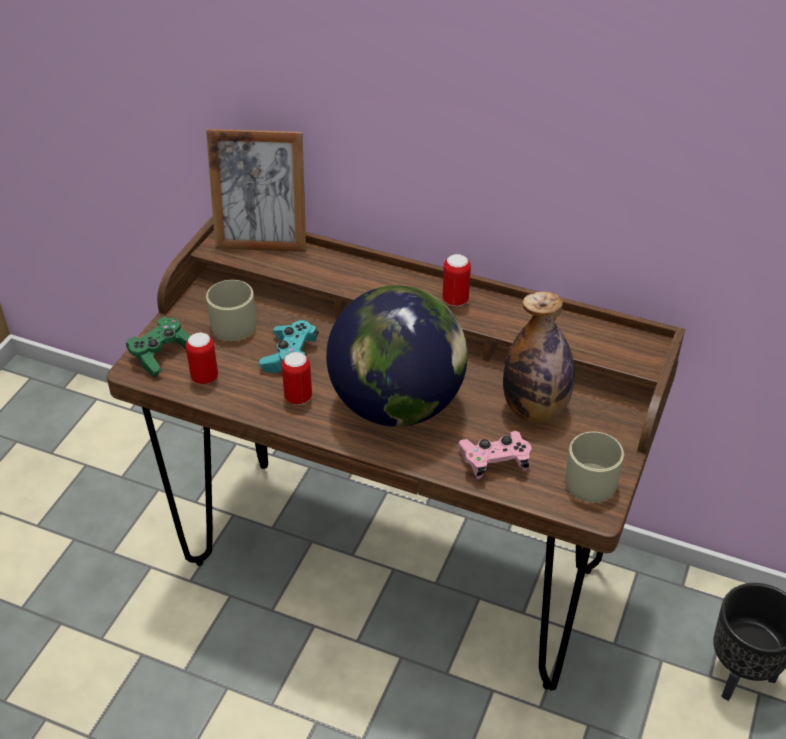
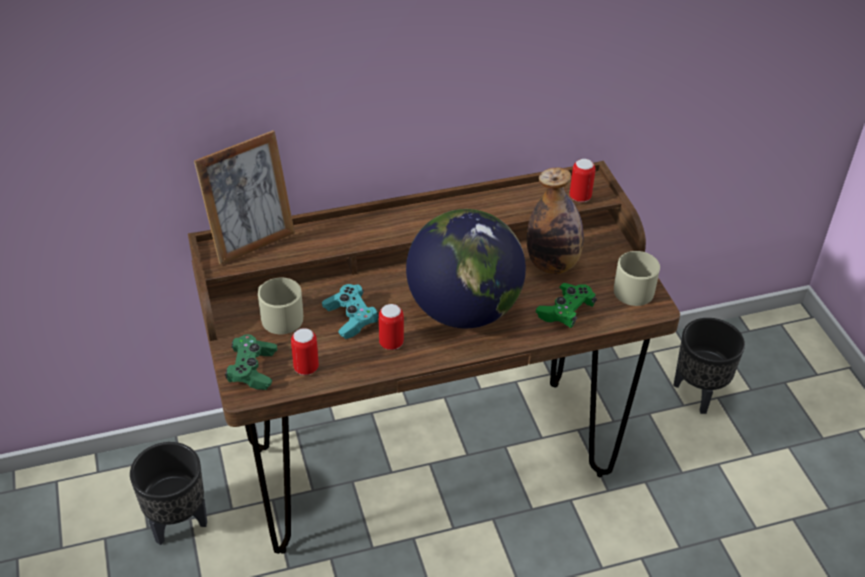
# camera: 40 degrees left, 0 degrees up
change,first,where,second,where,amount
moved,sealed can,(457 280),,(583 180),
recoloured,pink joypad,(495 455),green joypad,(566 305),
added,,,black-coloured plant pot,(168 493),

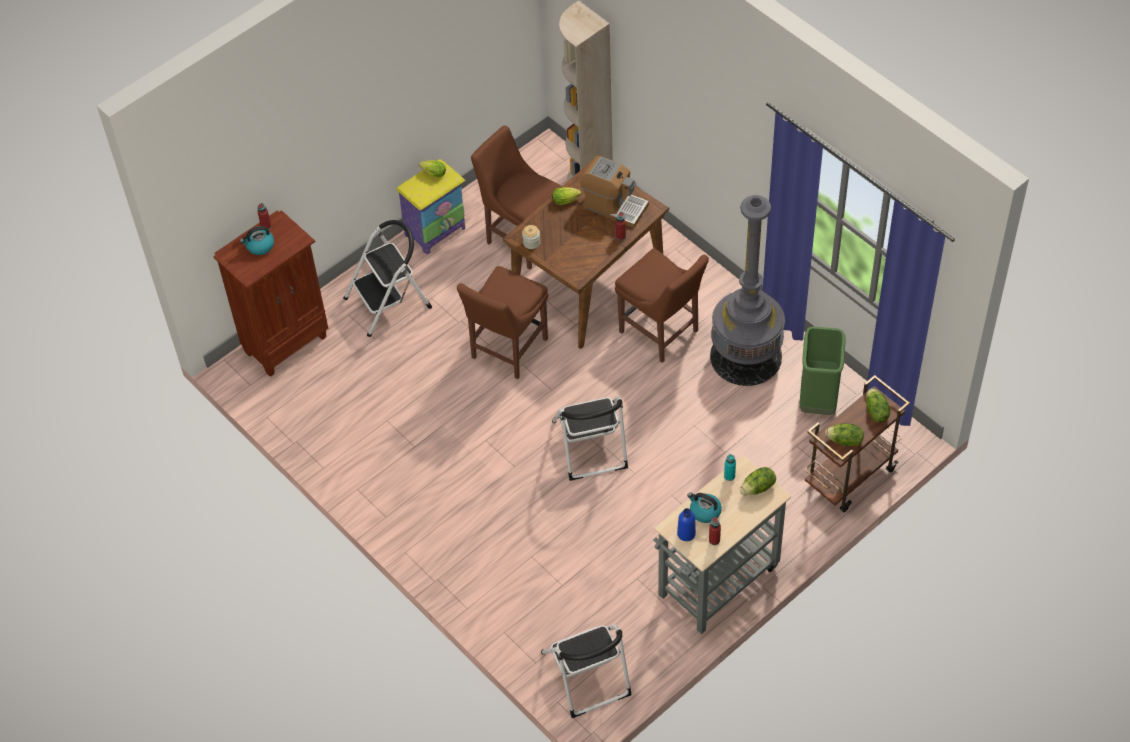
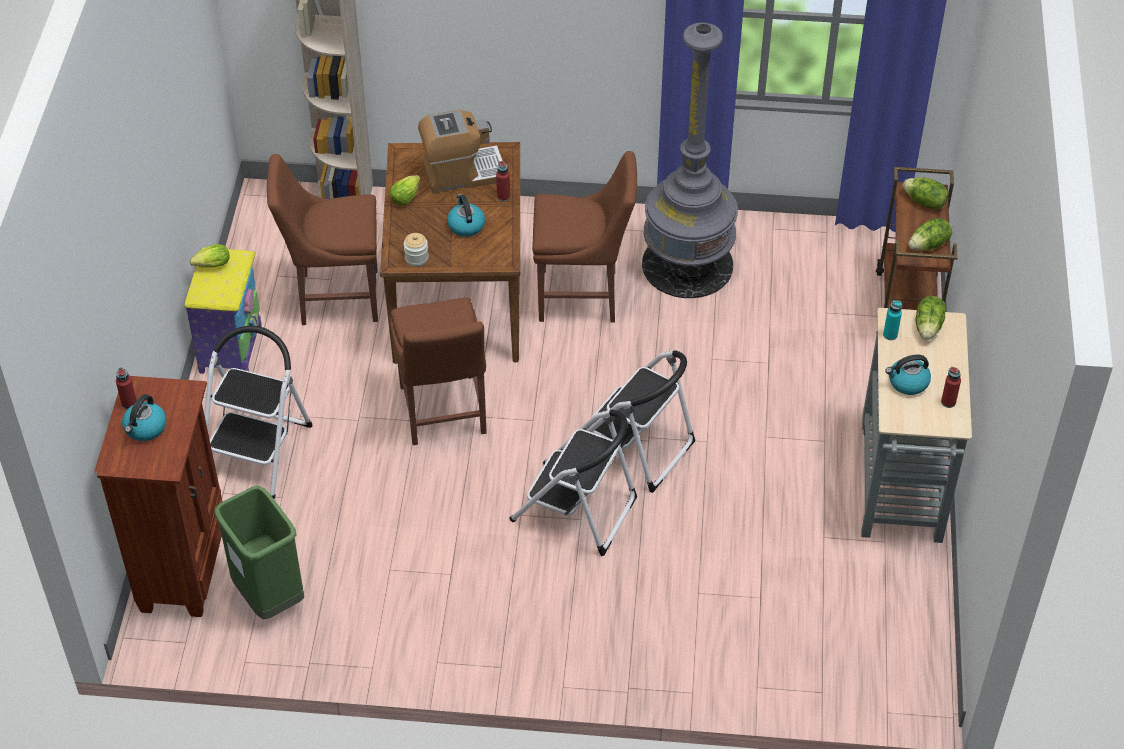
# camera: 45 degrees left, 5 degrees down
change,first,where,second,where,amount
moved,step stool,(586 671),,(573 483),
removed,blue-coloured bottle,(686 524),,,
moved,green rubbish bin,(822 370),,(259 552),
added,,,tea kettle,(466 215),

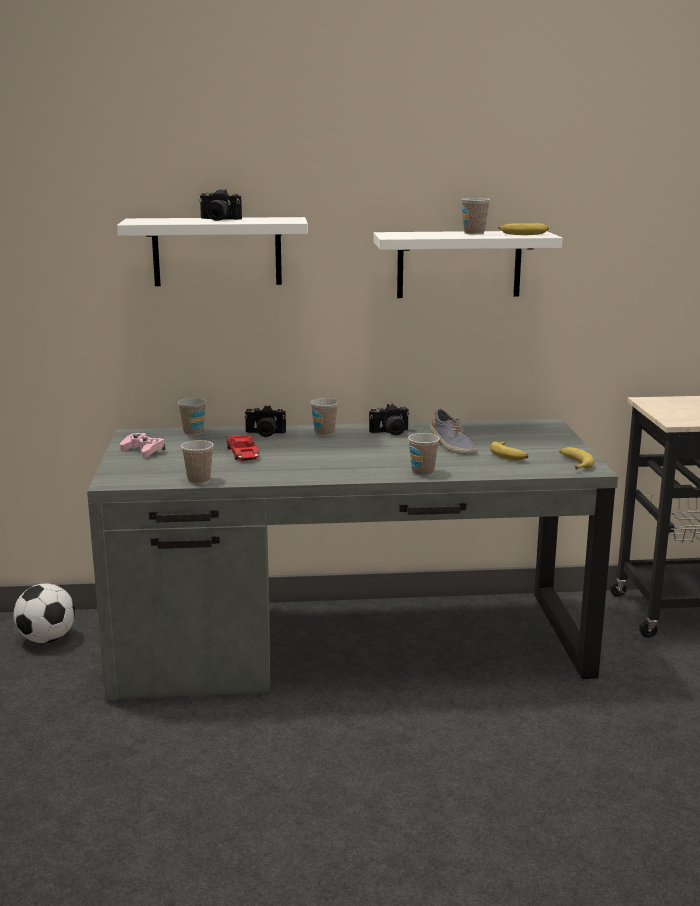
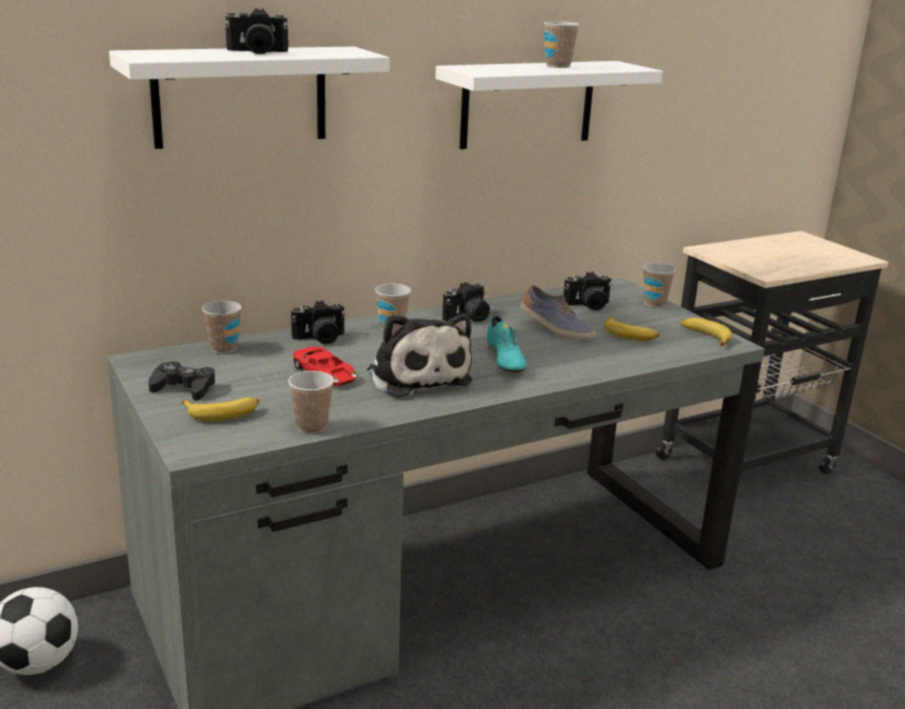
# camera: 25 degrees left, 5 degrees up
change,first,where,second,where,amount
recoloured,pink joypad,(142 445),black-coloured joypad,(181 381),
moved,drinking cup,(424 454),,(659 285),
moved,whole banana,(523 229),,(220 410),
added,,,plush toy,(419 355),
added,,,blue-green shoe,(507 344),
added,,,still camera,(587 291),

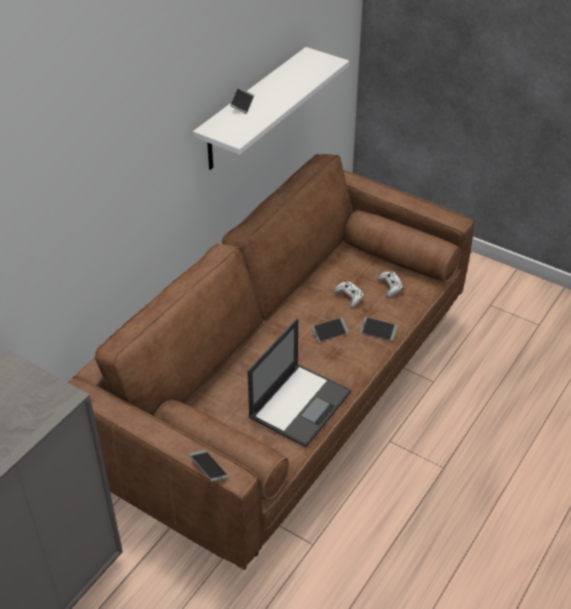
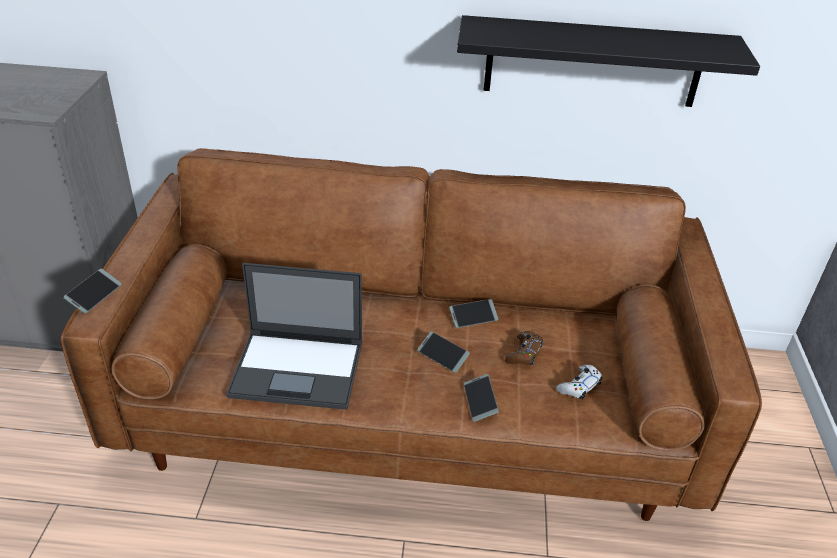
# camera: 60 degrees right, 5 degrees down
change,first,where,second,where,amount
recoloured,white-coloured shelf,(271 108),black-coloured shelf,(608 61),
moved,phone,(242 100),,(473 313),
recoloured,white-coloured joypad,(349 294),brown joypad,(524 348),

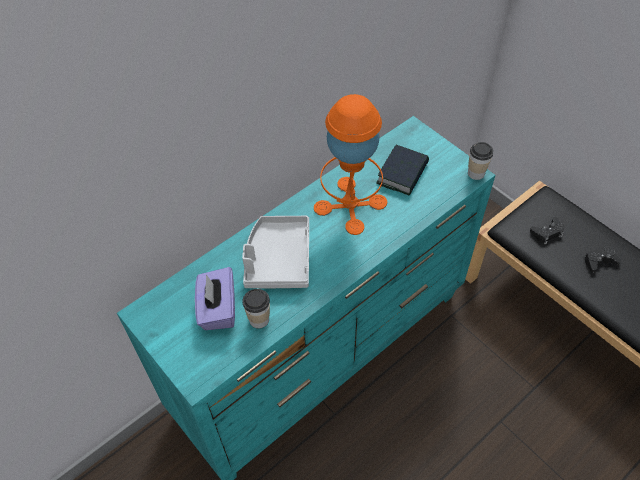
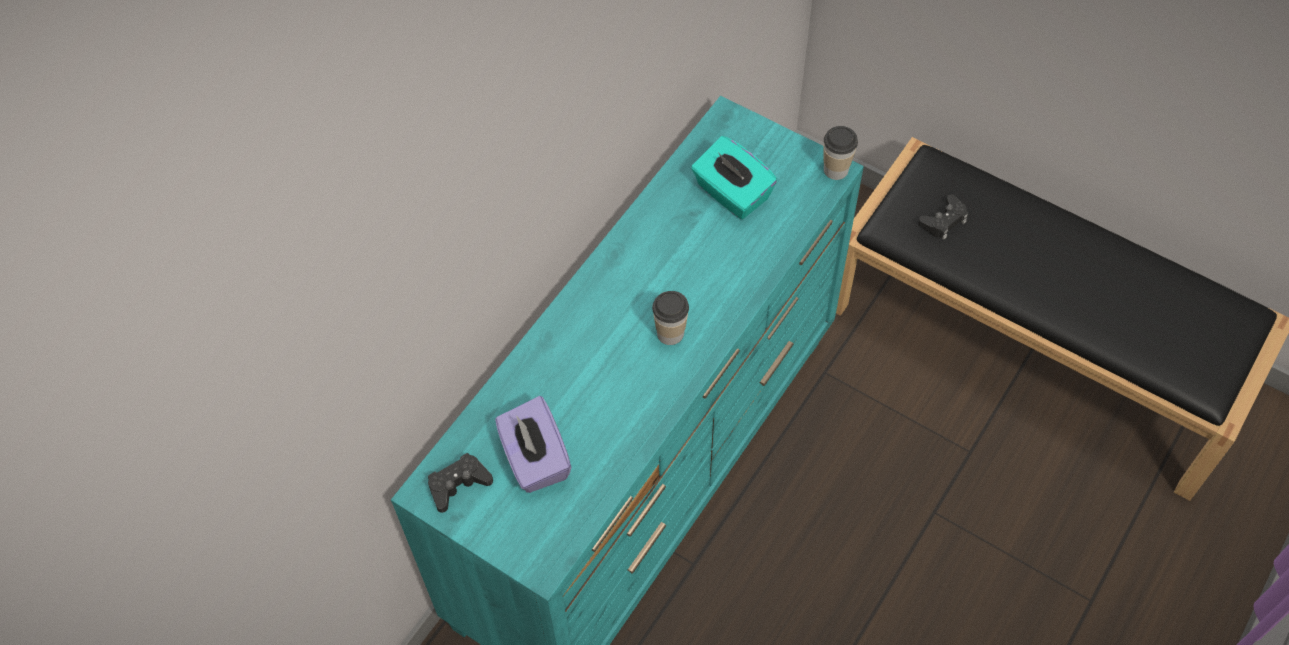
# camera: 15 degrees left, 5 degrees up
change,first,where,second,where,amount
removed,greyish serving tray,(275 252),,,
moved,drinking cup,(256 309),,(670 318),
removed,orange lamp for a table,(350 164),,,
replaced,book,(402 170),blue-green tissue holder,(734 177),
moved,black-coloured joypad,(603 259),,(460 483),

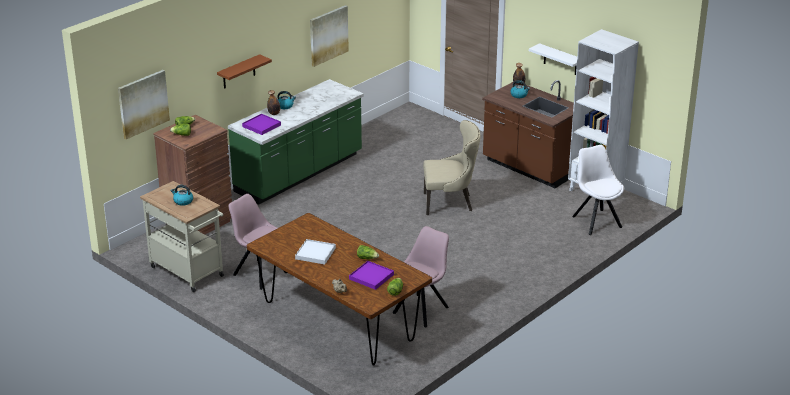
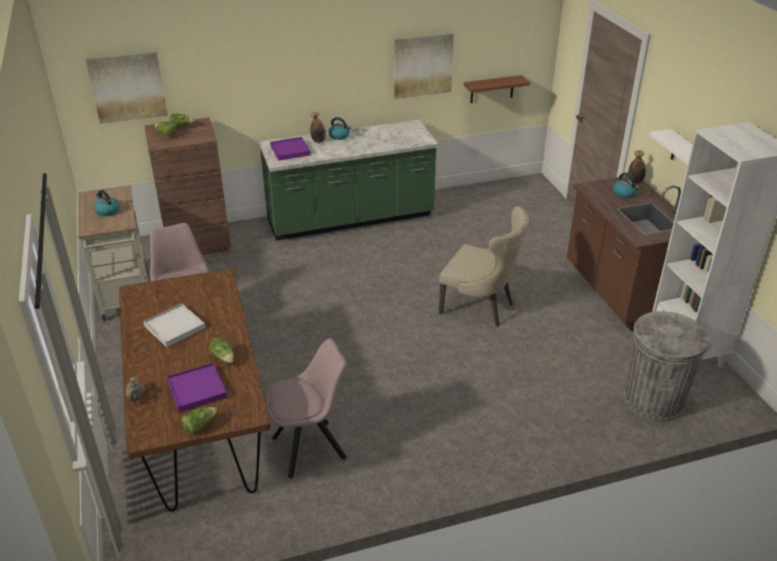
# camera: 30 degrees right, 5 degrees up
change,first,where,second,where,amount
moved,brown shelf,(244 71),,(497 89),
replaced,white-coloured chair,(598 190),greyish rubbish bin,(666 366),

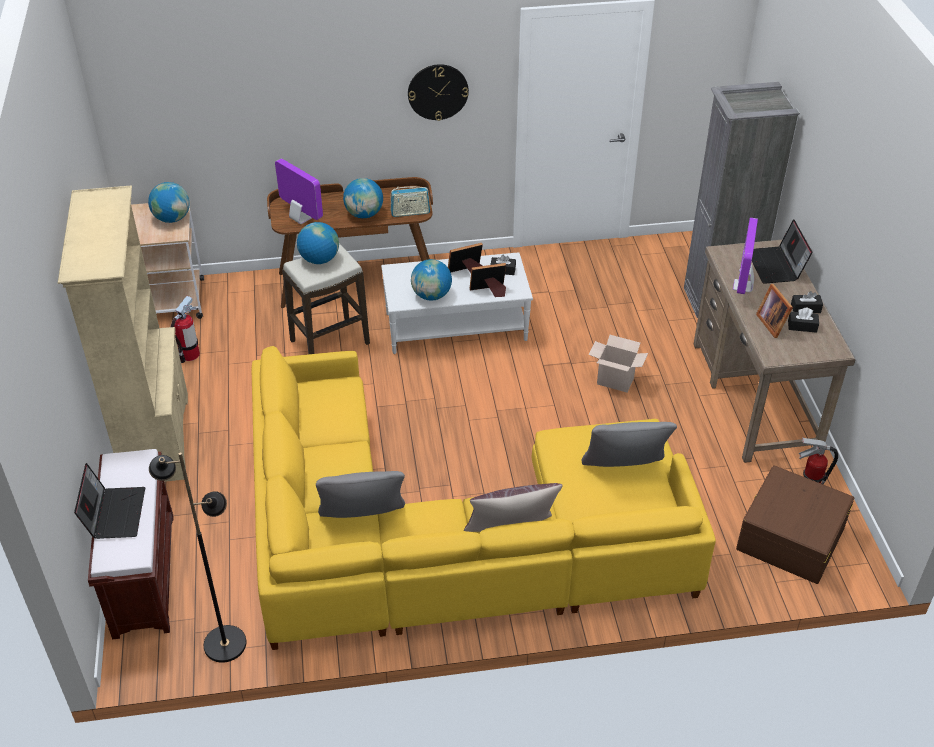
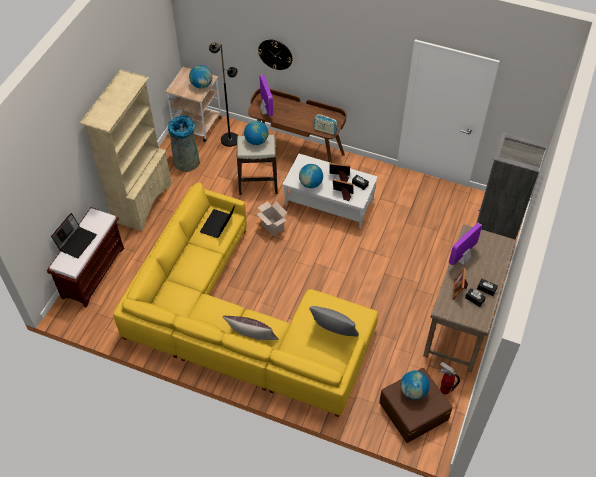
# camera: 30 degrees right, 10 degrees up
change,first,where,second,where,amount
moved,black-coloured standard lamp,(198 557),,(223 95),
replaced,extinguisher,(185 329),greyish rubbish bin,(184 143),
removed,greyish throw pillow,(360 494),,,
moved,globe,(363 198),,(415 385),
moved,wall clock,(438 92),,(275 54),
moved,packing box,(618 363),,(272 218),
moved,portable computer,(782 251),,(217 221),

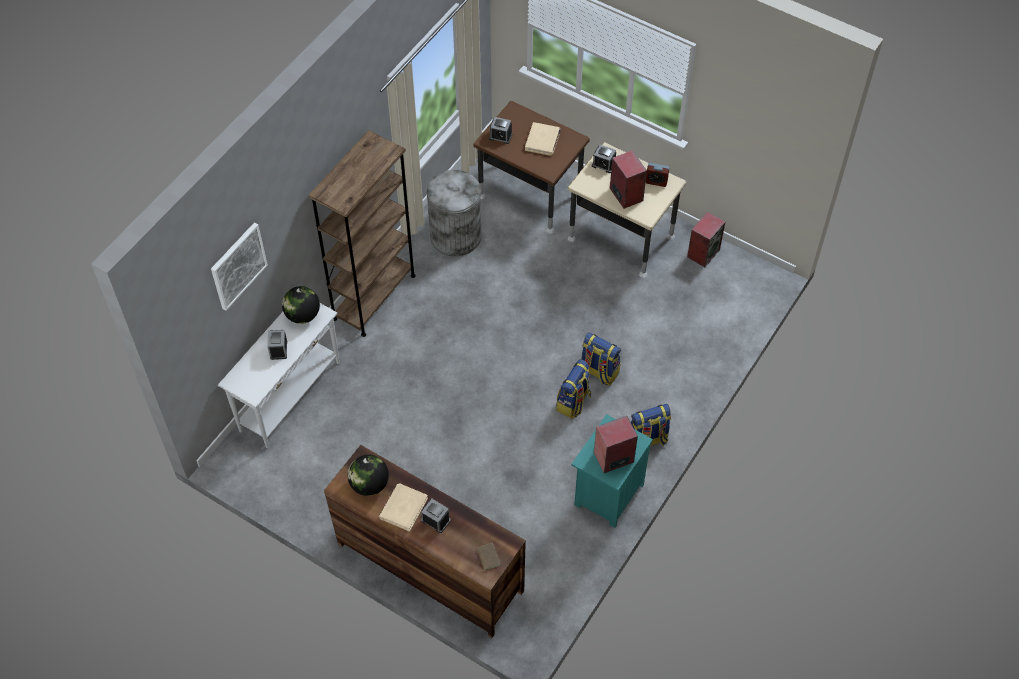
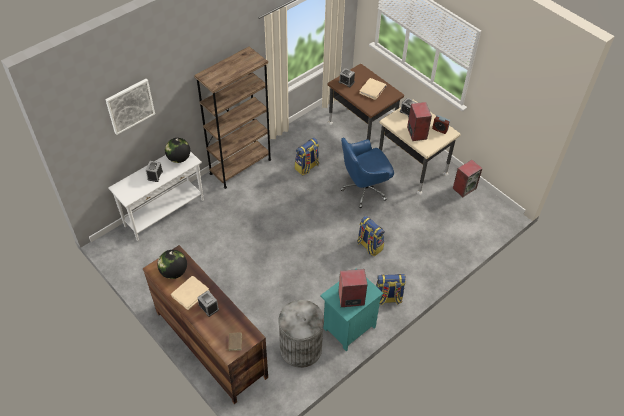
# camera: 15 degrees right, 5 degrees down
change,first,where,second,where,amount
moved,greyish rubbish bin,(454 213),,(301 334),
moved,backpack,(573 389),,(307 157),
added,,,blue-coloured office chair,(367 173),

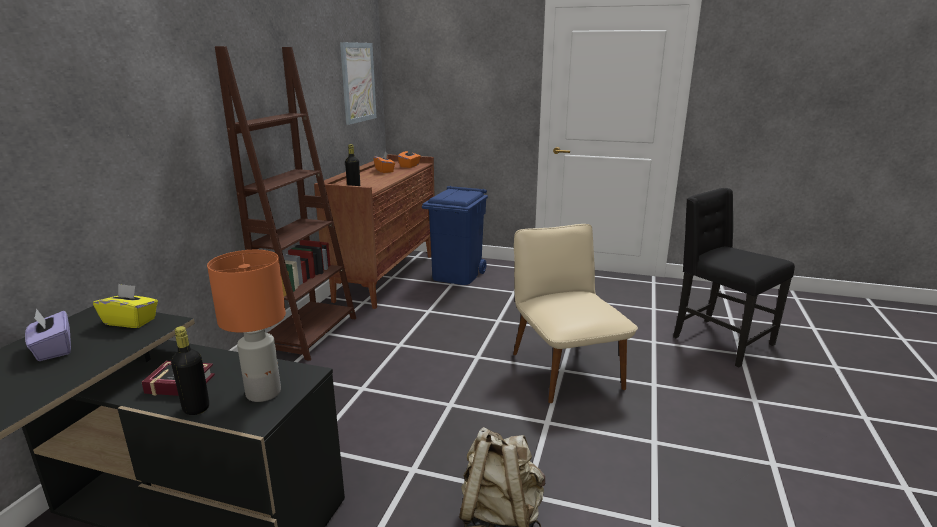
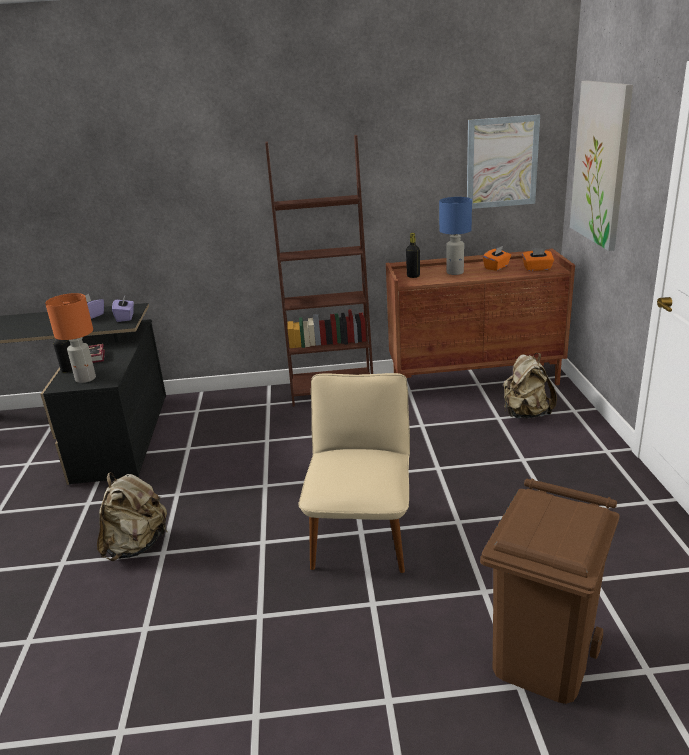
# camera: 70 degrees right, 5 degrees up
change,first,where,second,where,amount
recoloured,yellowish tissue holder,(125 306),purplish tissue holder,(123 308),
replaced,blue-coloured rubbish bin,(455 235),sand-coloured backpack,(530 385),
turned,sand-coloured chair,(575 313),,(354 473),45 degrees counterclockwise
replaced,black-coloured chair,(734 278),brown rubbish bin,(550 591),
added,,,blue-coloured lamp for a table,(455 236),
added,,,wall picture,(601 166),

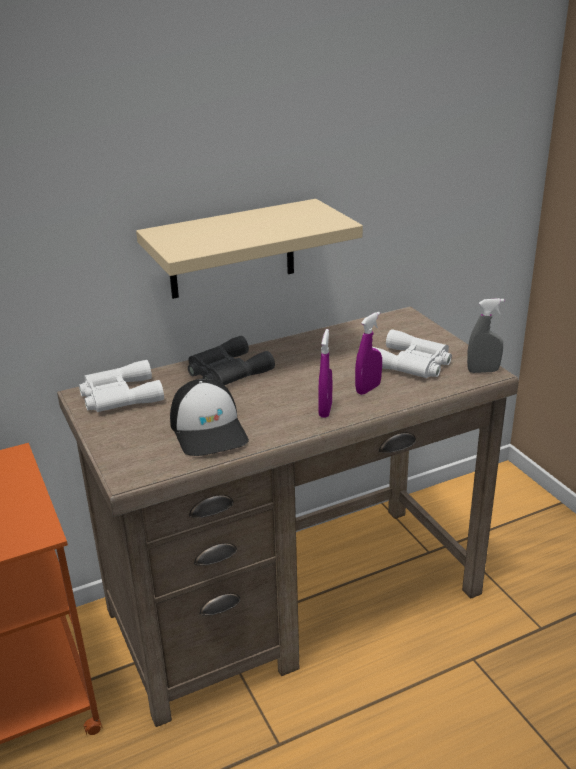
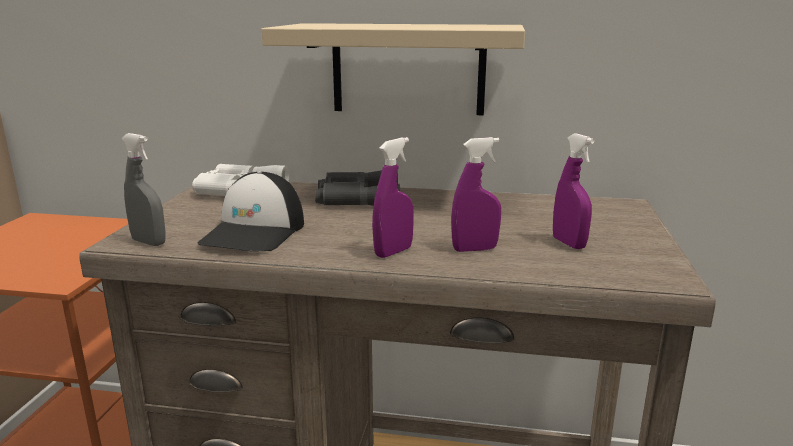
# camera: 35 degrees right, 10 degrees down
change,first,where,second,where,amount
replaced,white-coloured binoculars,(412 353),purplish hand sprayer,(574 191),
moved,greyish hand sprayer,(485 335),,(144 189),

